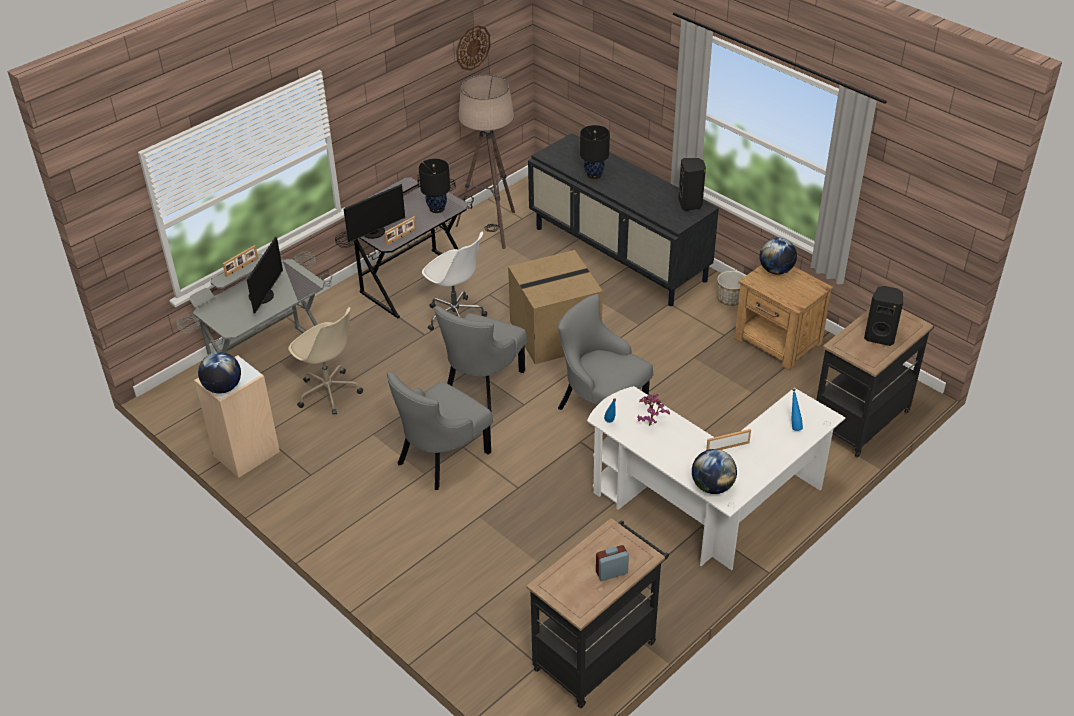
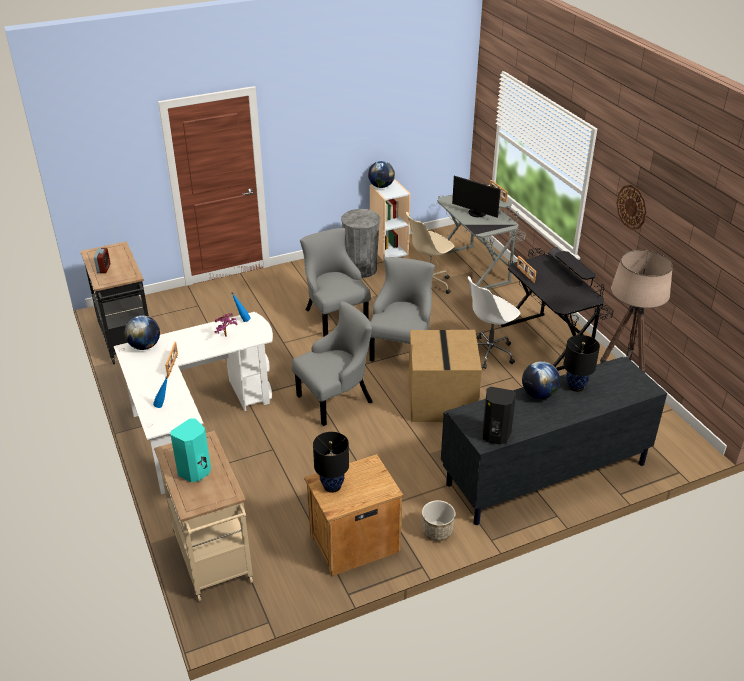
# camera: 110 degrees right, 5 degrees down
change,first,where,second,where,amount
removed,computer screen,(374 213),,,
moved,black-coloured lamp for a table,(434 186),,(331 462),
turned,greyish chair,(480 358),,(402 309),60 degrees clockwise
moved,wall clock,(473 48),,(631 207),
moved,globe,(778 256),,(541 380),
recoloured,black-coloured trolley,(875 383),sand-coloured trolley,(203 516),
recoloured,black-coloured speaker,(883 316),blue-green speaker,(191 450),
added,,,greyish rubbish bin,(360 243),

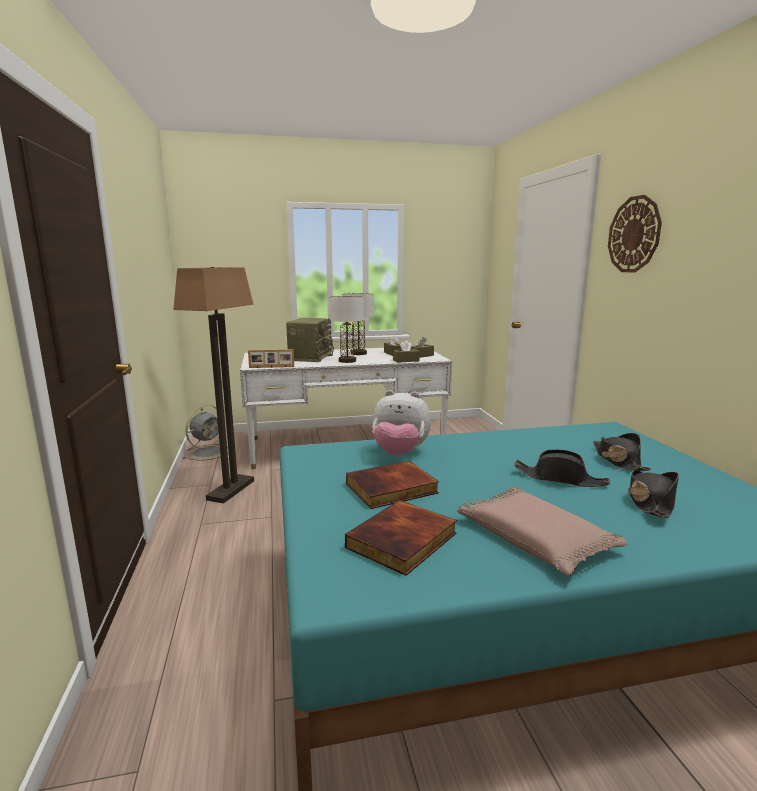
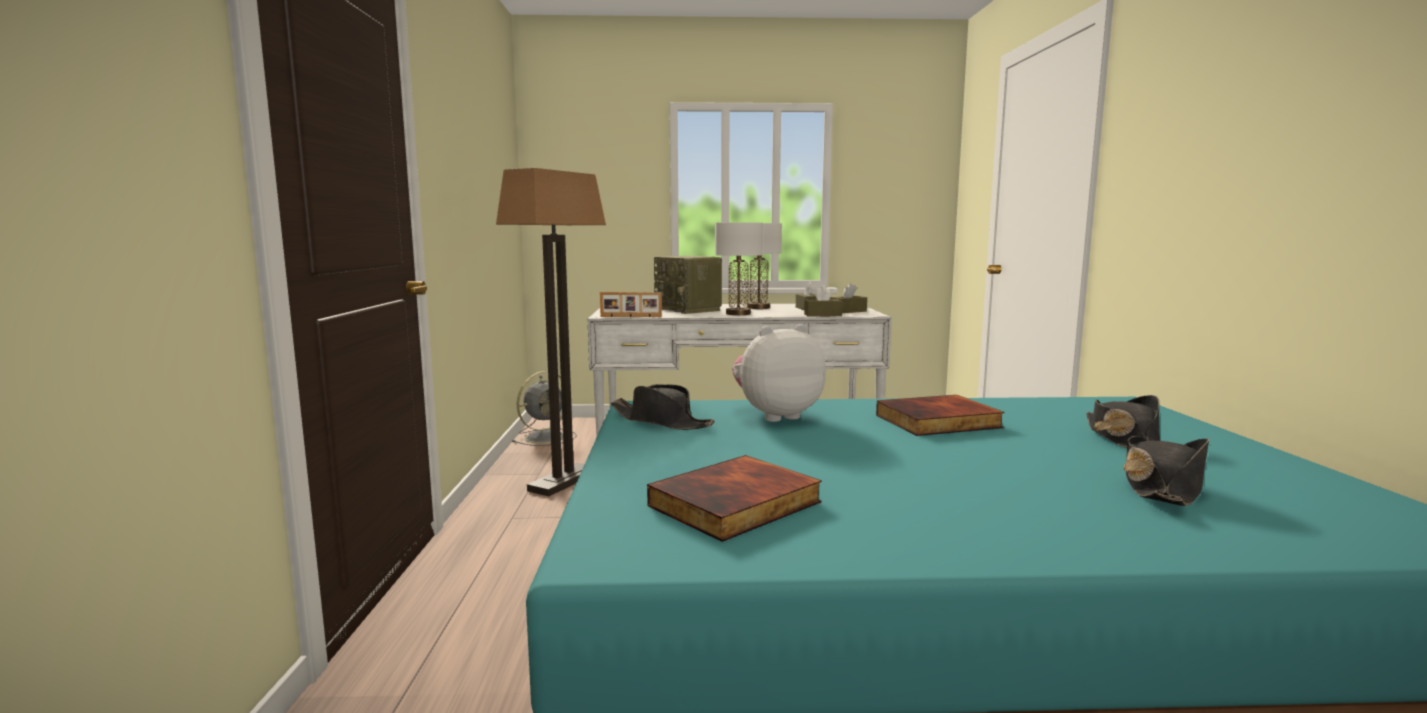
# camera: 10 degrees right, 5 degrees down
change,first,where,second,where,amount
turned,radio receiver,(310 340),,(688 285),120 degrees clockwise
moved,book,(392 485),,(940 415),
turned,plush toy,(401 423),,(779 373),135 degrees clockwise
removed,sand-coloured throw pillow,(542 530),,,
moved,black-coloured hat,(562 468),,(662 407),
removed,wall clock,(635 234),,,

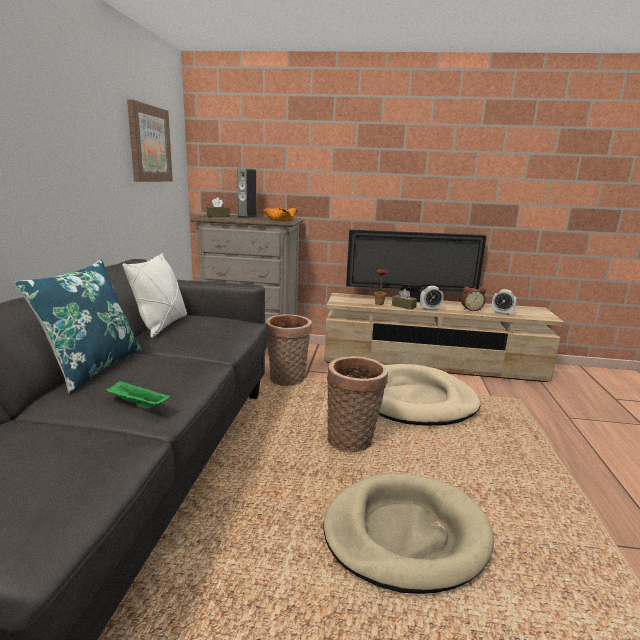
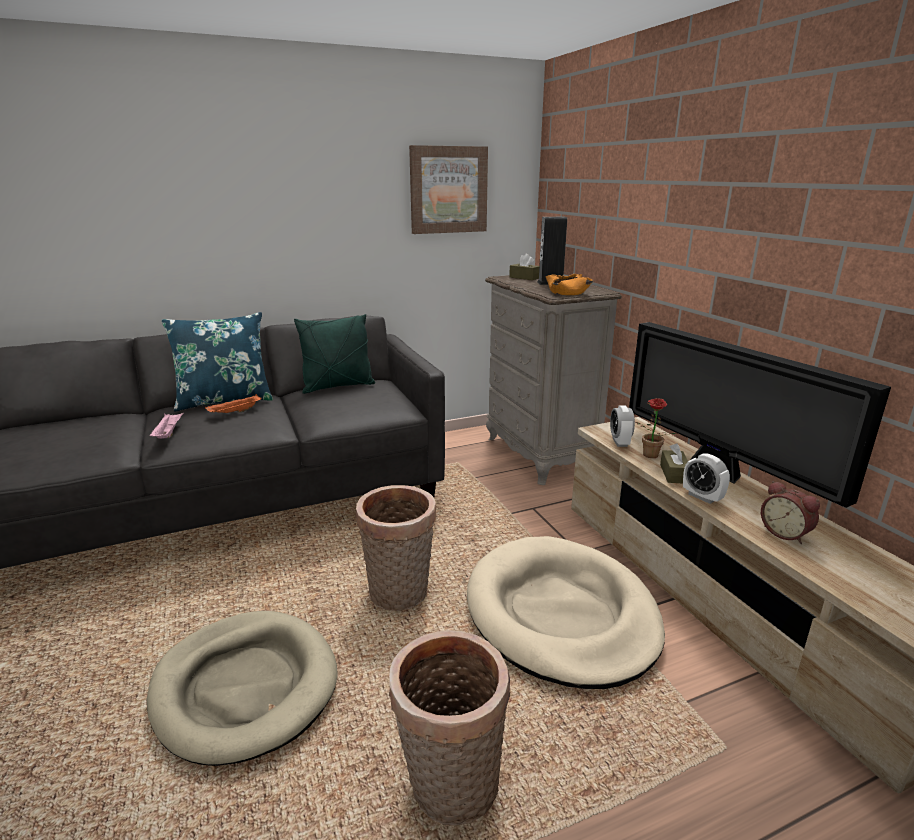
# camera: 60 degrees right, 5 degrees up
change,first,where,second,where,amount
recoloured,green serving tray,(137 394),pink serving tray,(166 426),
recoloured,white-coloured throw pillow,(154 295),green throw pillow,(334 354),
moved,storage basket,(289 350),,(449 727),
moved,table clock,(504 302),,(622 426),
added,,,orange serving tray,(233 403),

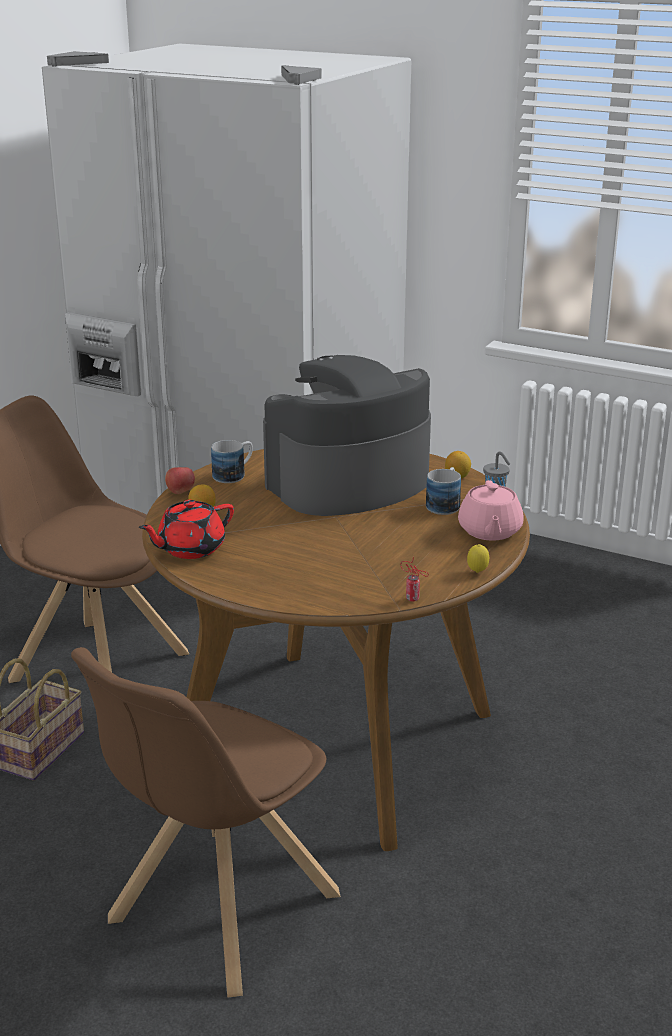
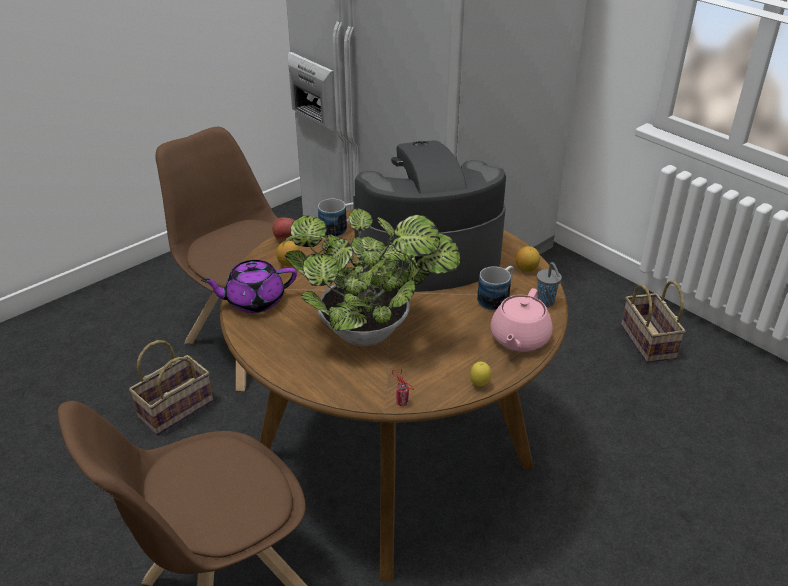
# camera: 20 degrees right, 10 degrees up
change,first,where,second,where,amount
recoloured,red pot for tea,(186 529),purplish pot for tea,(249 286),
added,,,plant in a pot,(371 277),
added,,,storage basket,(653 322),

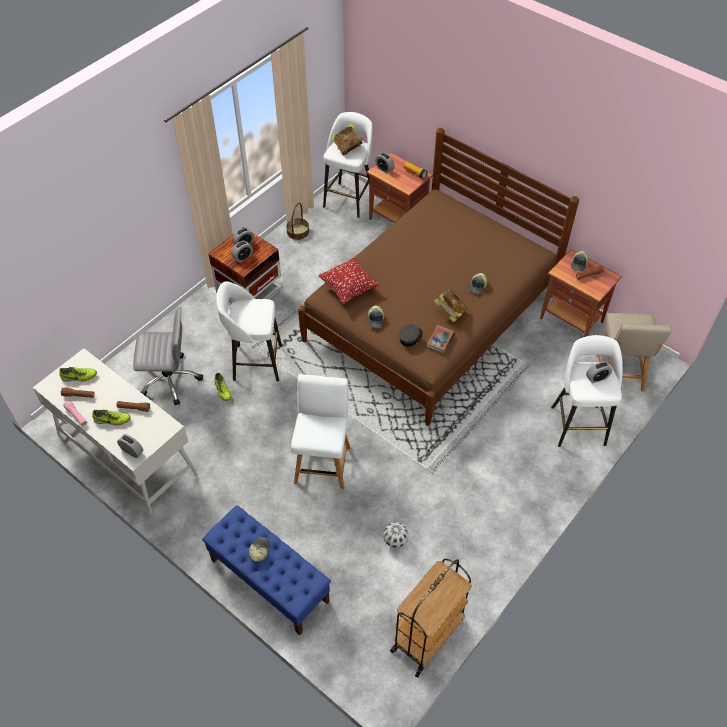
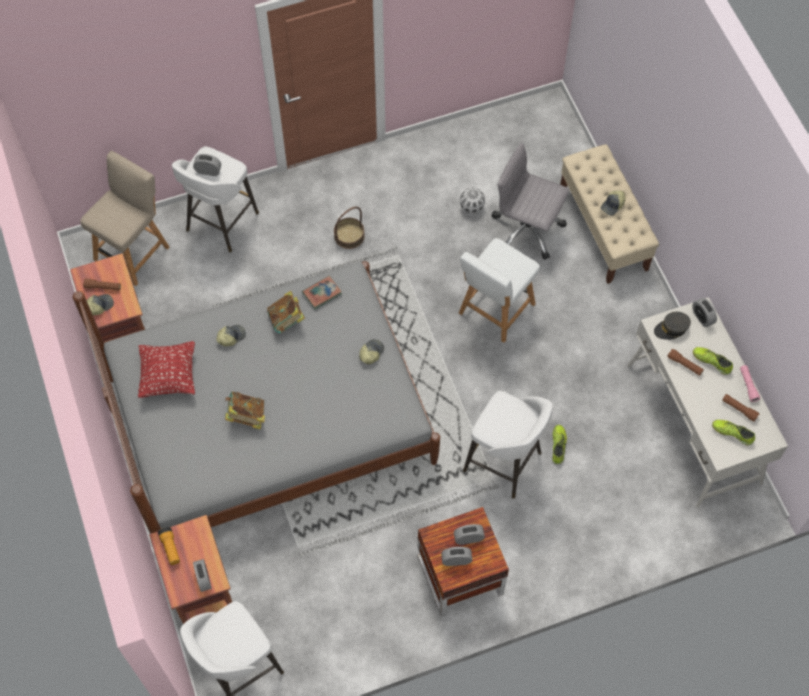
# camera: 150 degrees left, 10 degrees up
change,first,where,second,where,amount
moved,greyish office chair,(168 356),,(530 201),
recoloured,blue-coloured indoor bench,(266 570),sand-coloured indoor bench,(609 214),
moved,storage basket,(298 221),,(349 228),
recoloured,brown bedroom bed,(438 277),greyish bedroom bed,(256 397),
moved,red throw pillow,(348 281),,(166 369),
moved,book,(347 139),,(245 410),
removed,brown trolley,(431 618),,,
moved,greyish peaked cap,(411 335),,(672 326),

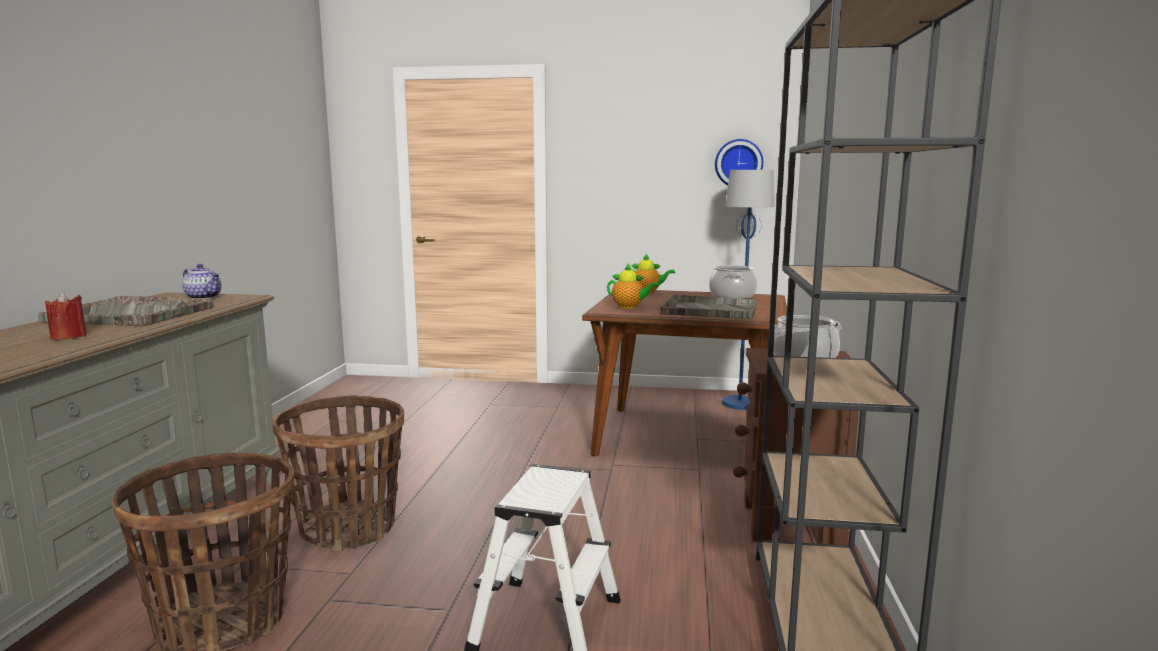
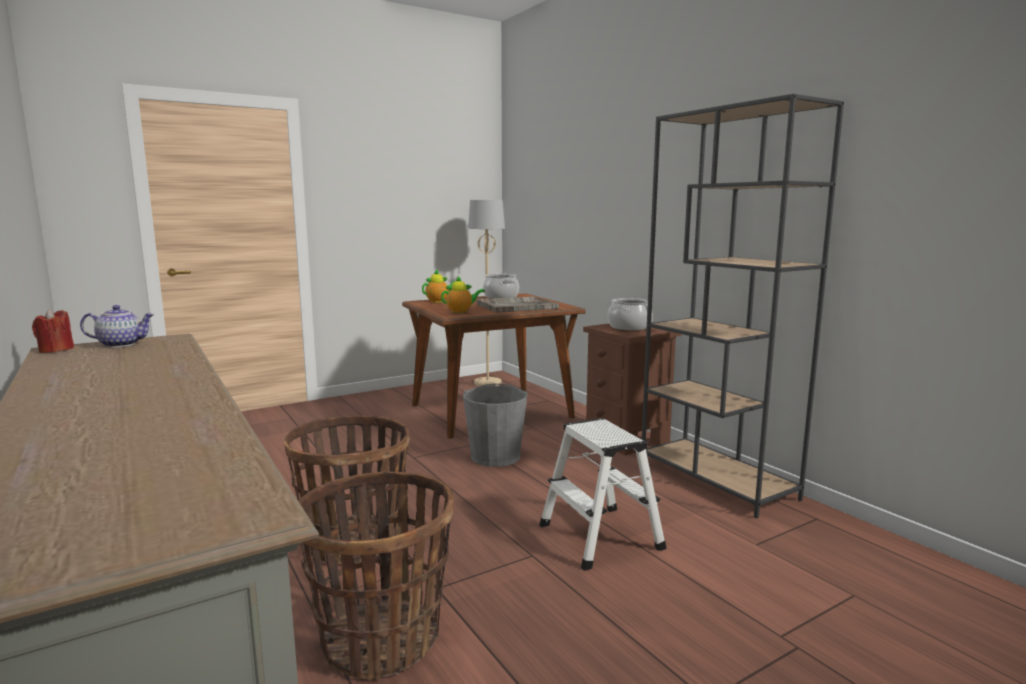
# camera: 40 degrees left, 0 degrees up
change,first,where,second,where,amount
removed,greyish serving tray,(125 311),,,
moved,red wax candle,(66 316),,(53 331),
removed,wall clock,(739 162),,,
recoloured,blue-coloured standard lamp,(748 290),sand-coloured standard lamp,(486 293),
added,,,greyish water bucket,(495 425),

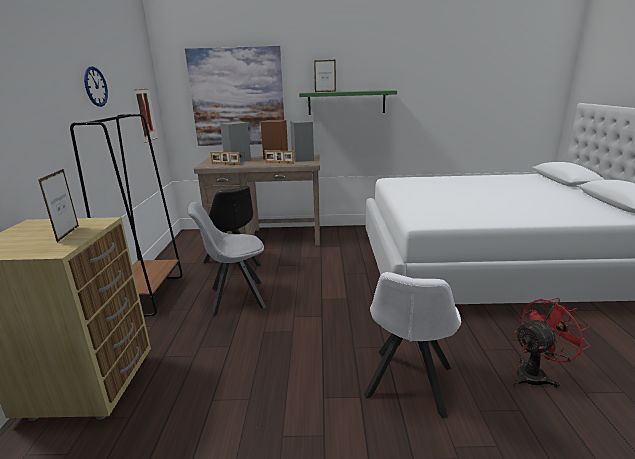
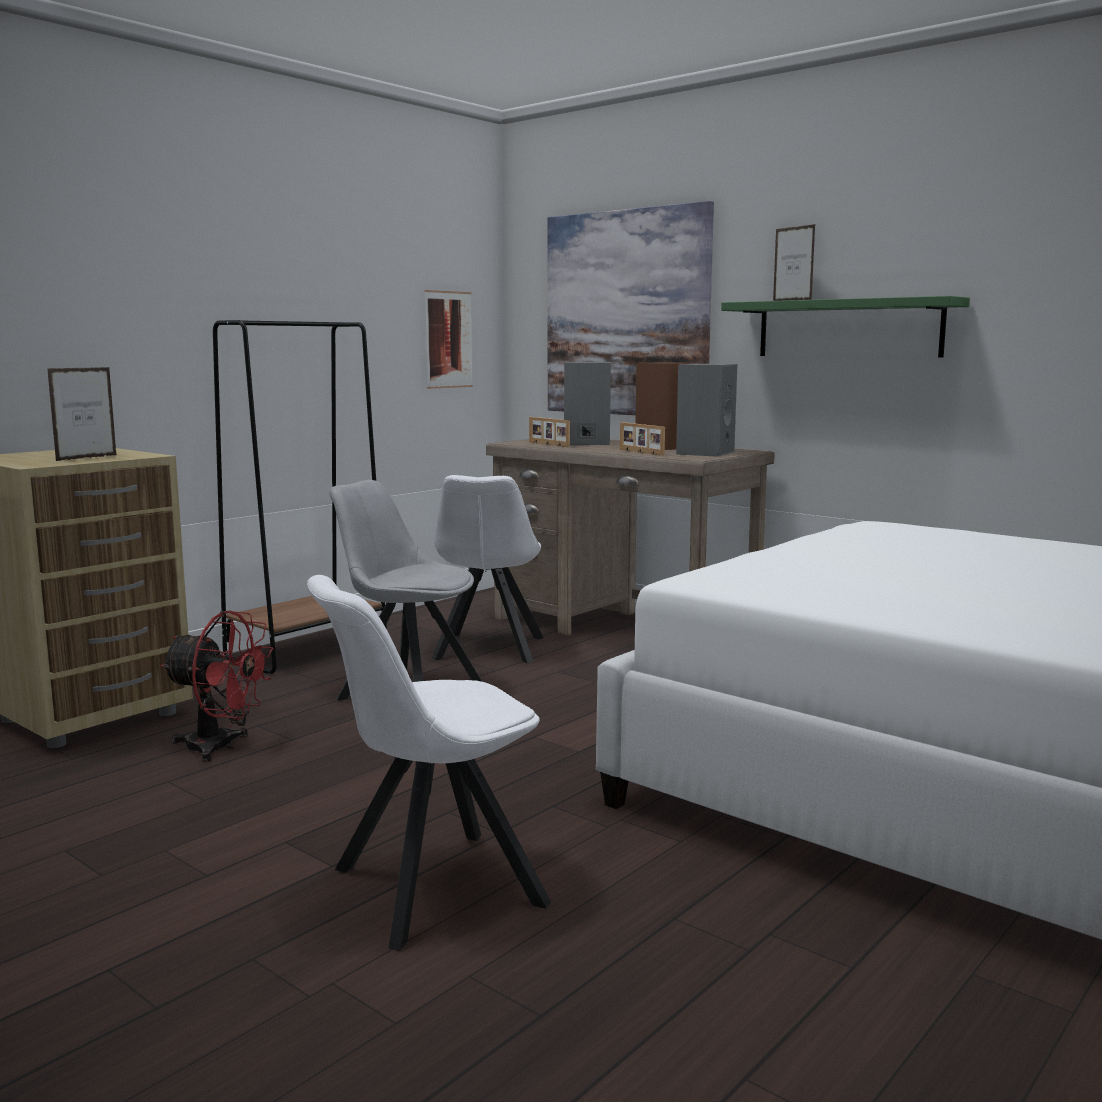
# camera: 40 degrees right, 10 degrees down
change,first,where,second,where,amount
removed,wall clock,(96 86),,,
recoloured,black-coloured chair,(232 230),white-coloured chair,(487 569),
moved,red cooling fan,(551 343),,(217 686),

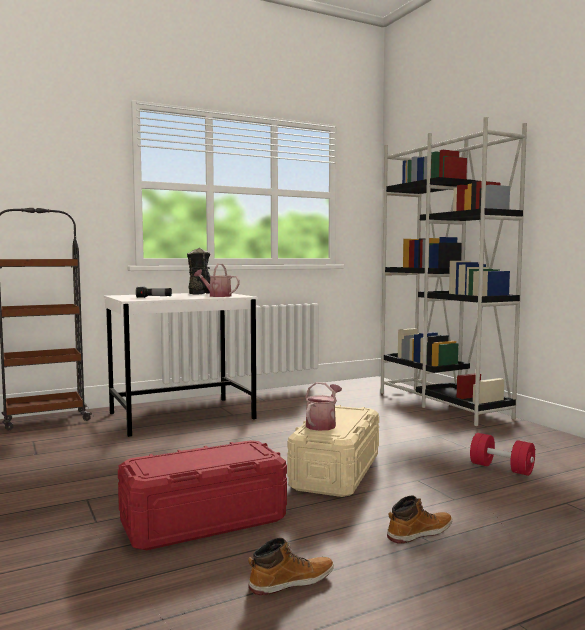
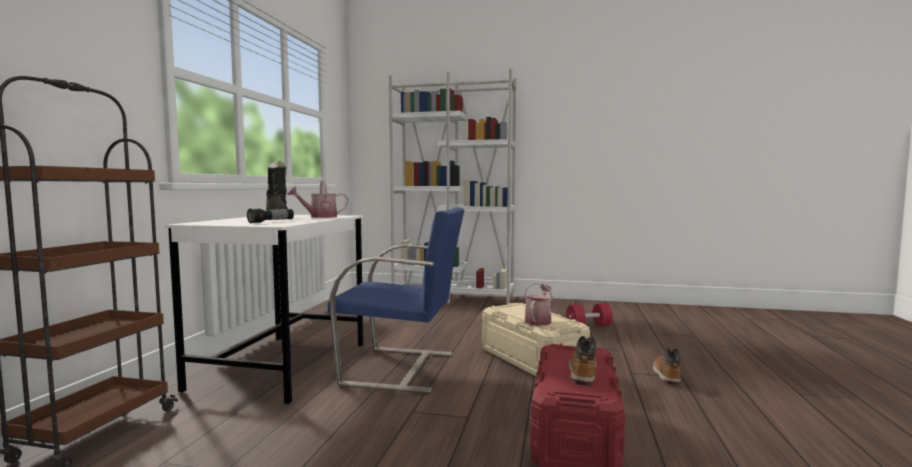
# camera: 50 degrees left, 0 degrees up
change,first,where,second,where,amount
moved,tall boot,(291 566),,(582 361),
turned,watering can,(323 406),,(538 304),45 degrees clockwise
recoloured,black-coloured bookshelf,(454 271),white-coloured bookshelf,(452 187),
added,,,blue-coloured chair,(396 300),

